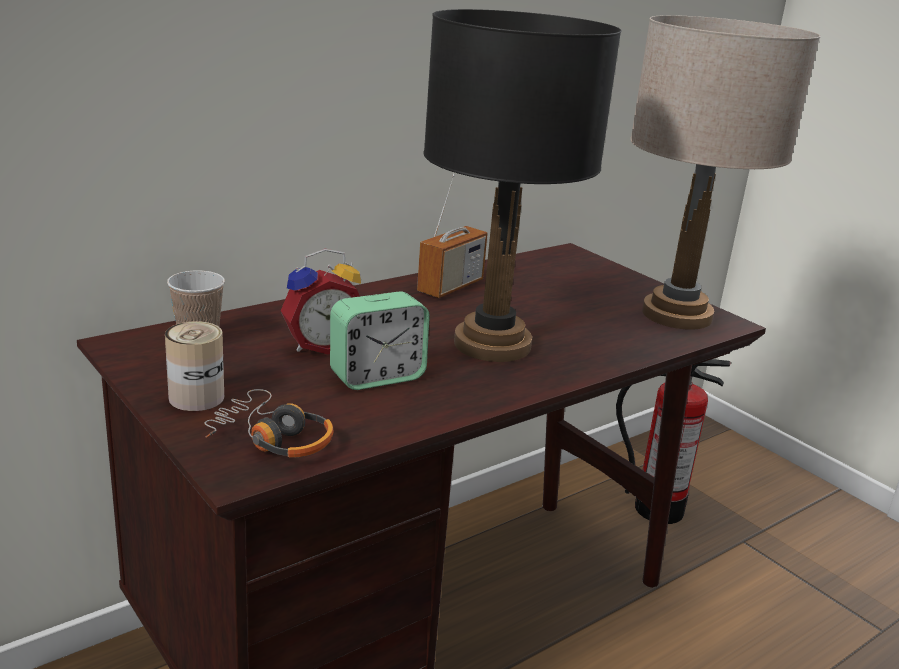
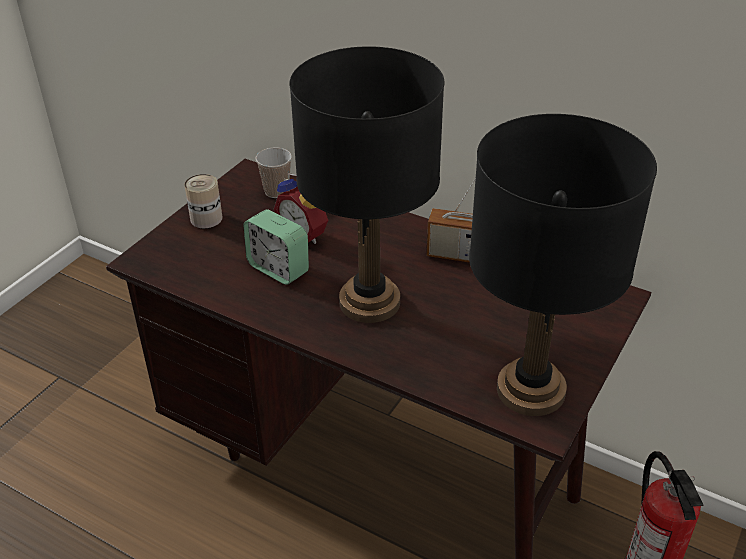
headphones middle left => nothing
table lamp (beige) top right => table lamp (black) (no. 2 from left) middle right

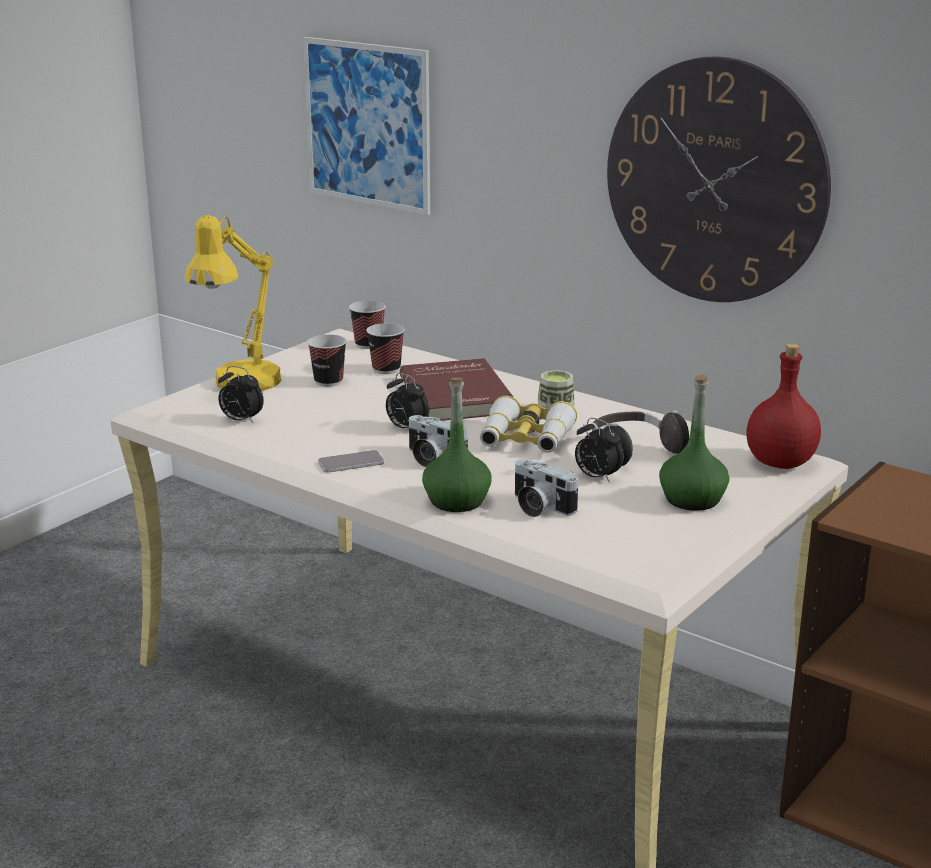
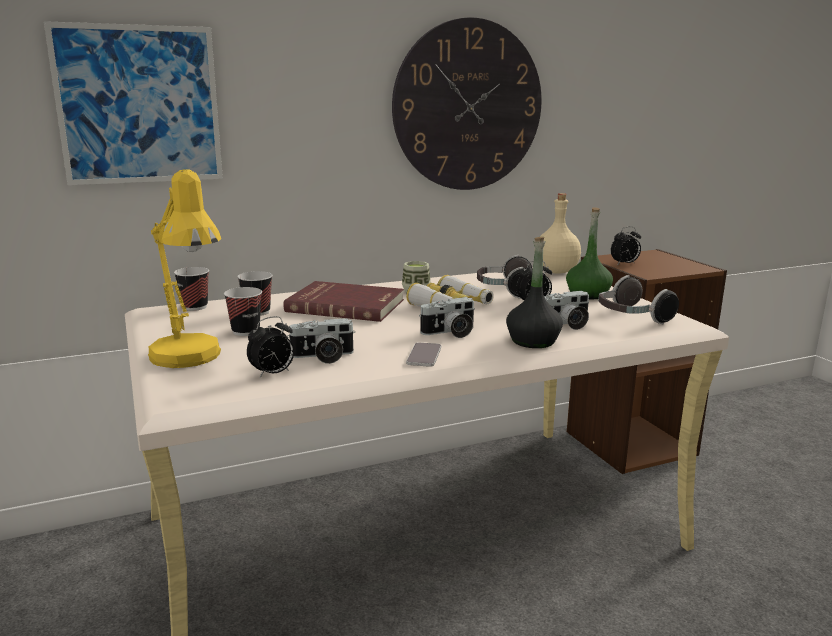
alarm clock (no. 2 from left in the first image) centre => alarm clock (no. 3 from left) middle right, relocated
bottle (green) (no. 1 from left) centre => bottle (black) centre
bottle (red) middle right => bottle (beige) middle right
nothing => photo camera (no. 1 from left) centre
nothing => headphones (no. 2 from left) middle right

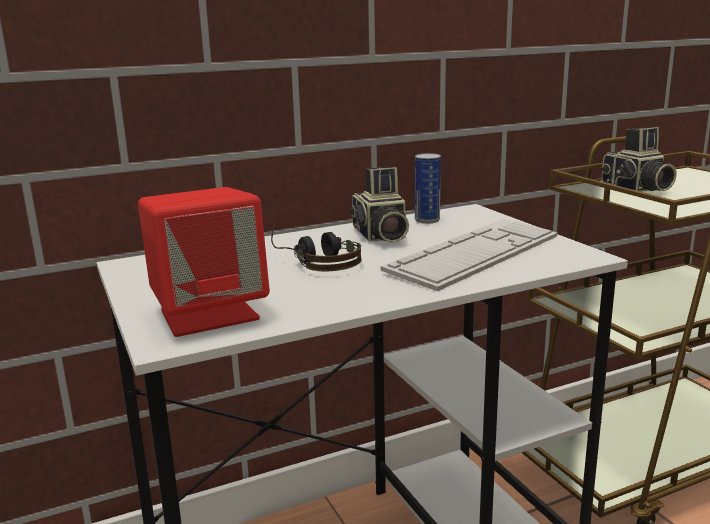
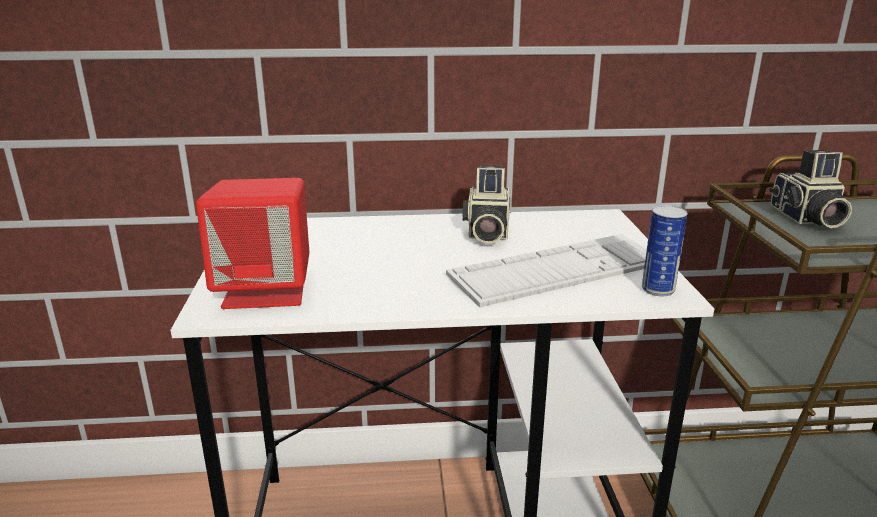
headphones centre => nothing
can centre => can middle right, relocated

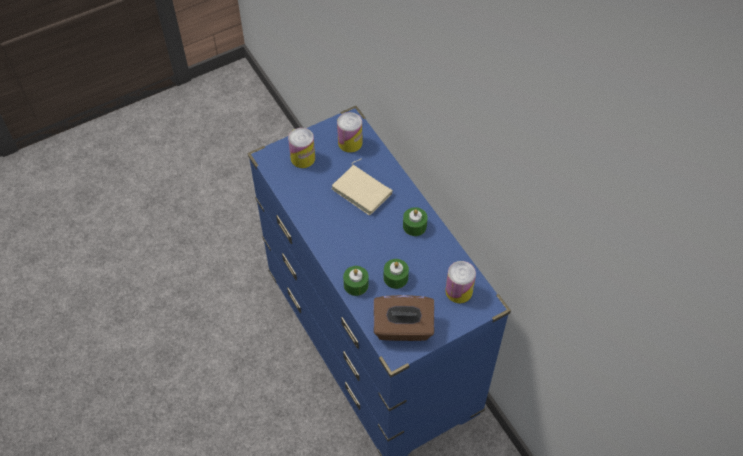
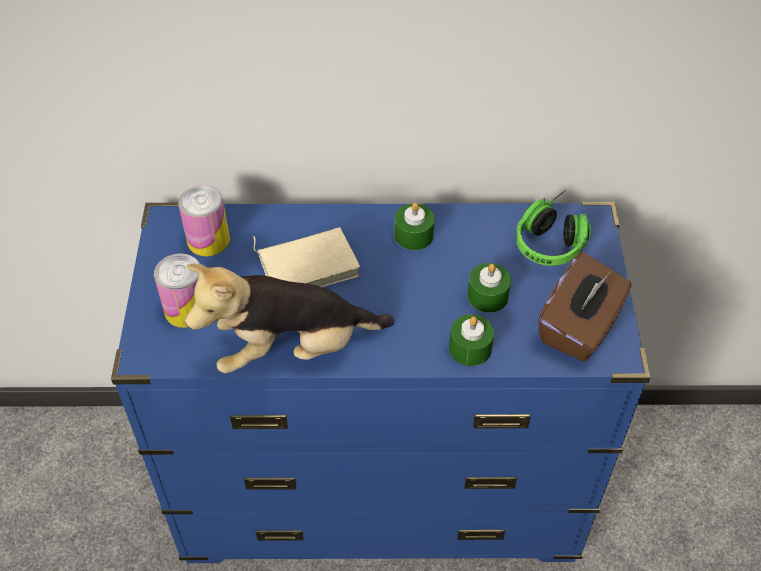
can (no. 3 from left) centre => headphones middle right
nothing => plush toy centre

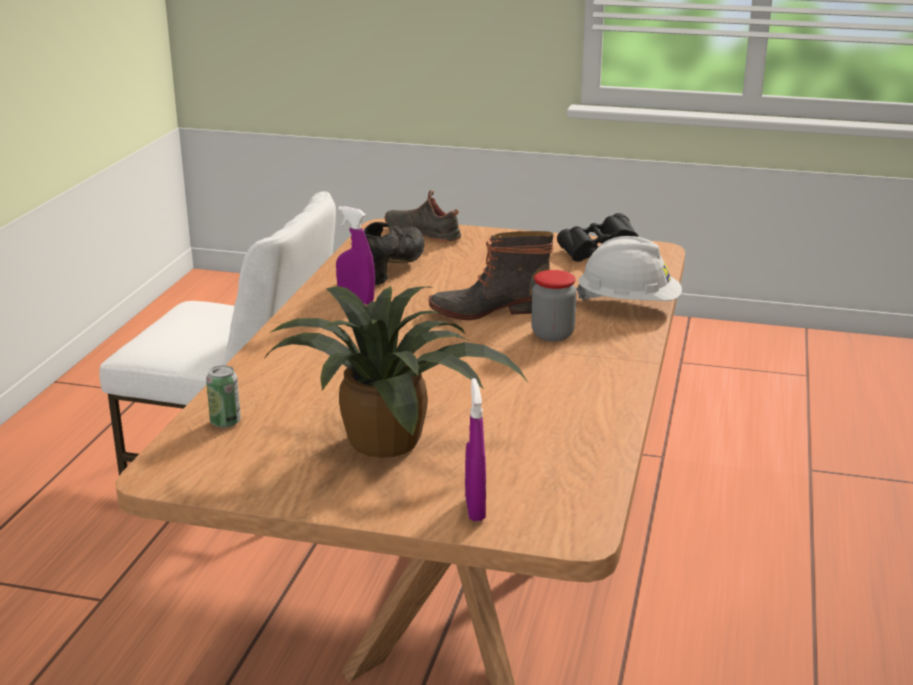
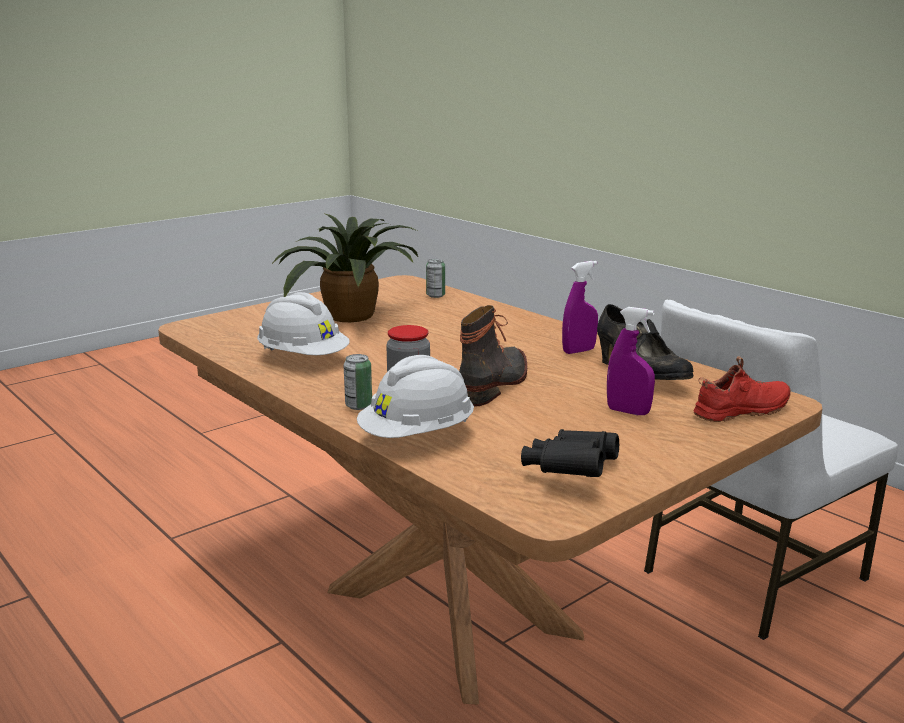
shoe (black) (no. 2 from left) top centre => shoe (red) middle right
spray bottle (purple) (no. 2 from left) centre => spray bottle (purple) (no. 2 from left) middle right, relocated
nothing => hard hat (white) (no. 1 from left) centre
nothing => can (no. 1 from left) centre

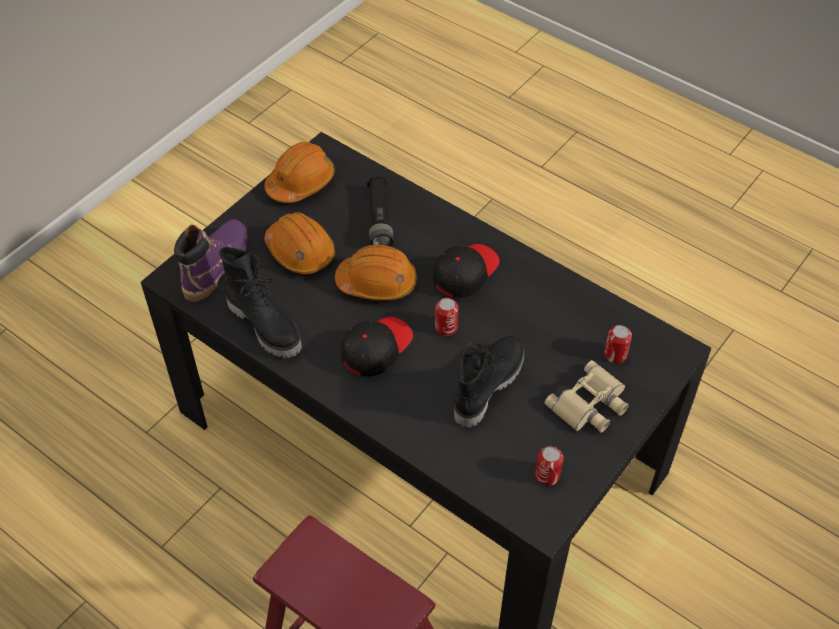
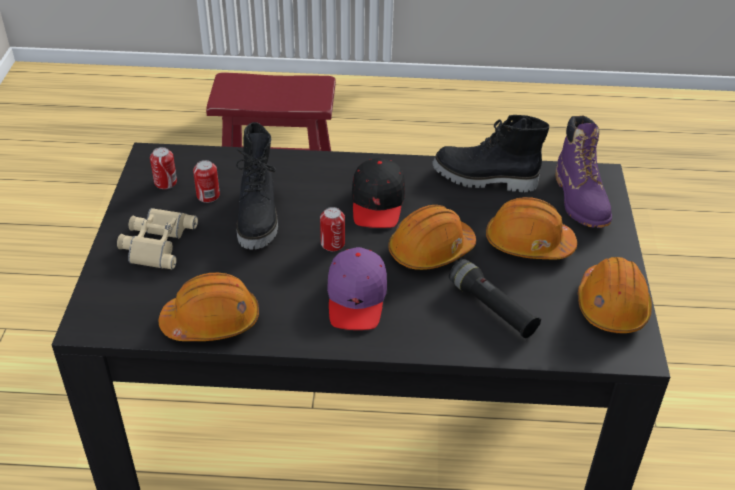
cap (black) (no. 2 from left) centre => cap (purple) centre
can (no. 3 from left in the first image) middle right => can (no. 2 from left) middle left, relocated
nothing => hard hat (orange) (no. 1 from left) middle left

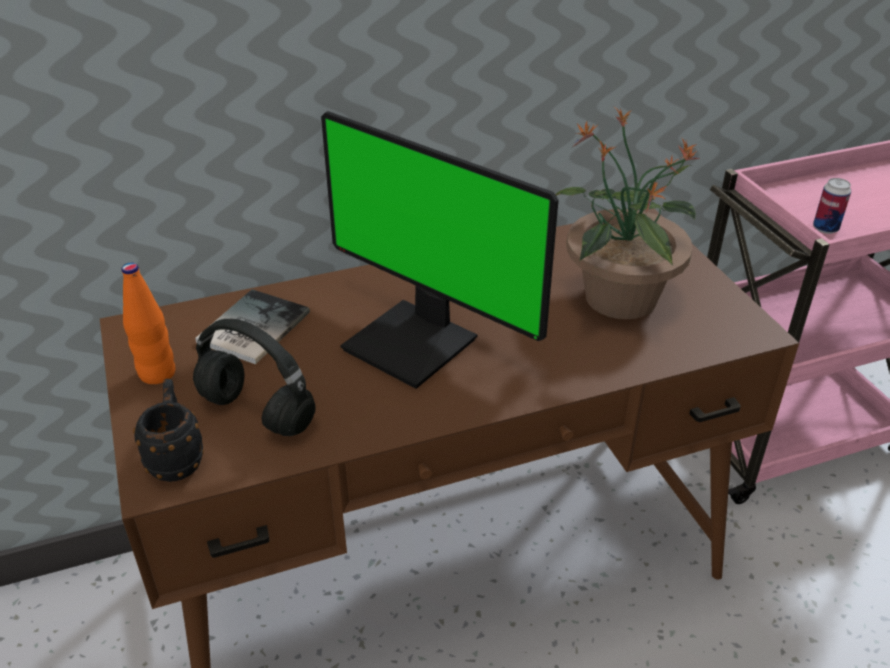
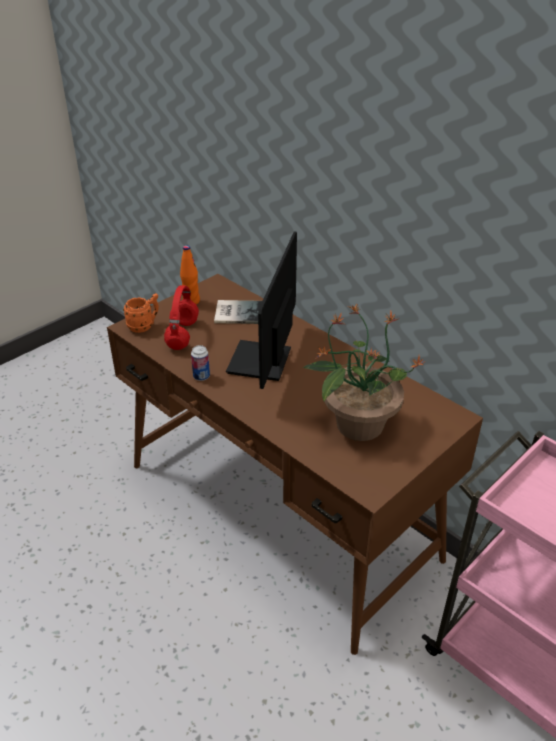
mug (black) middle left => mug (orange) middle left
headphones (black) middle left => headphones (red) middle left
can top right => can centre, relocated

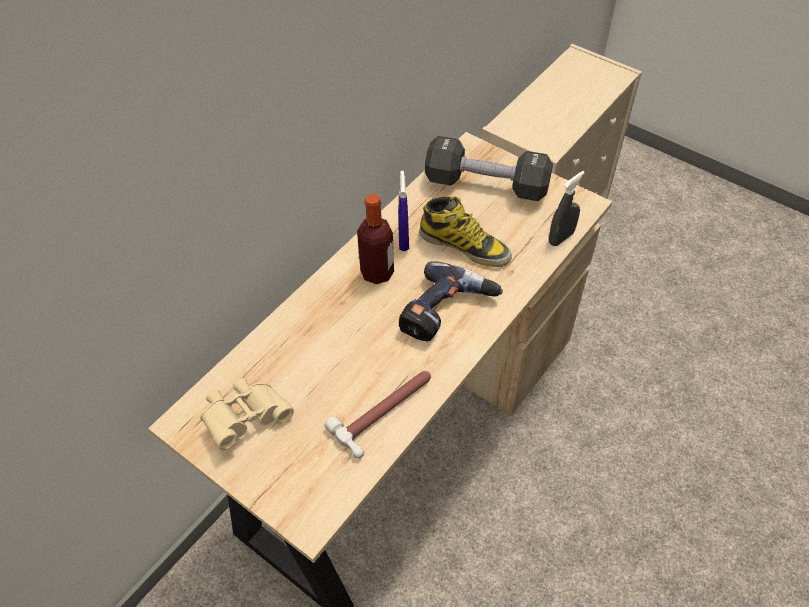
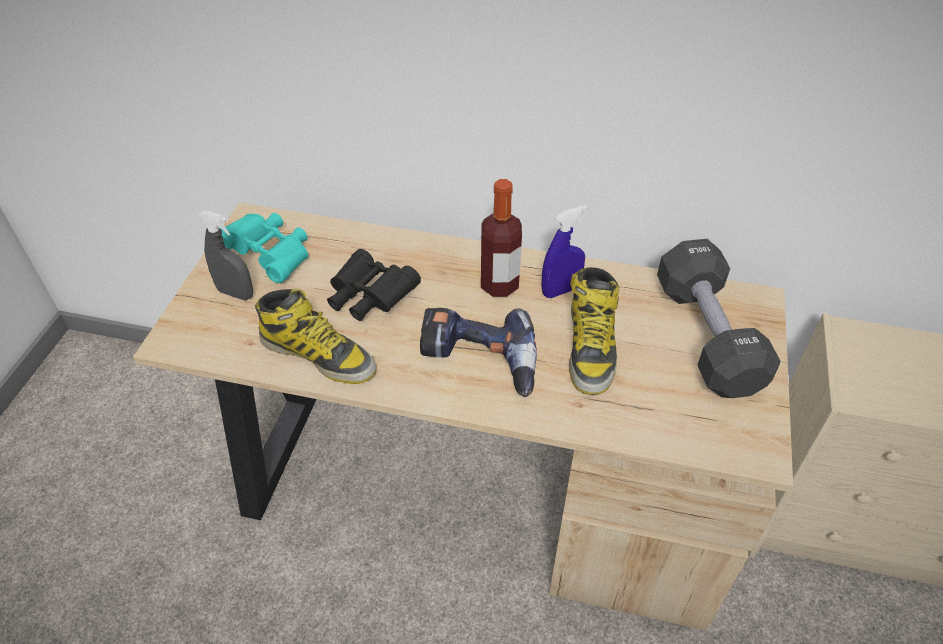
binoculars (beige) bottom left => binoculars (turquoise) middle left
hammer bottom centre => boot (no. 1 from left) centre
spray bottle (grey) middle right => spray bottle (grey) middle left, relocated
nothing => binoculars (black) centre

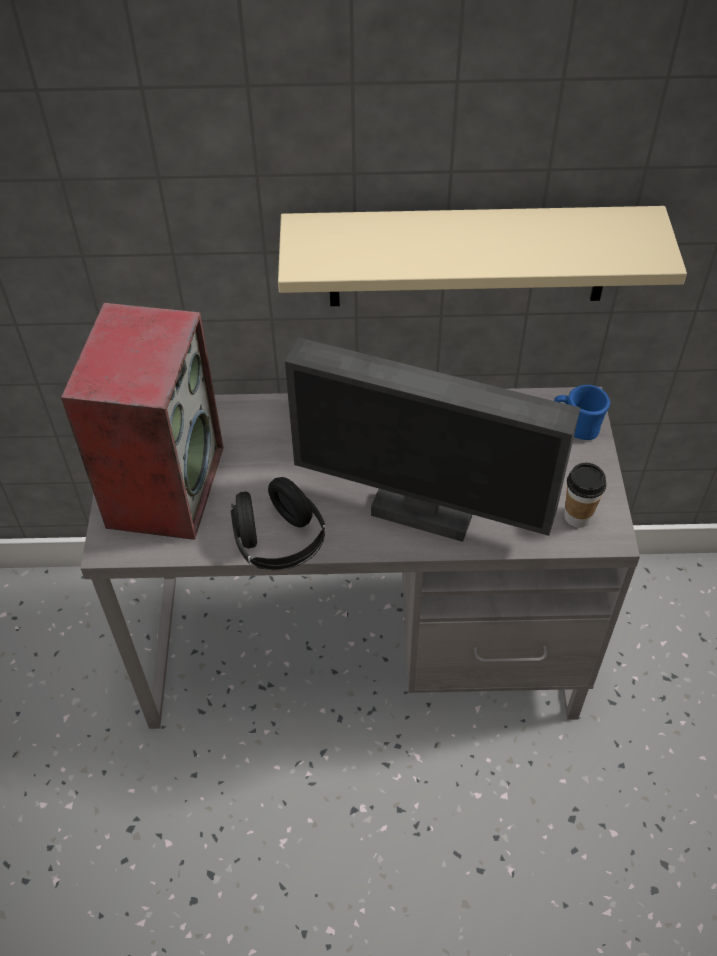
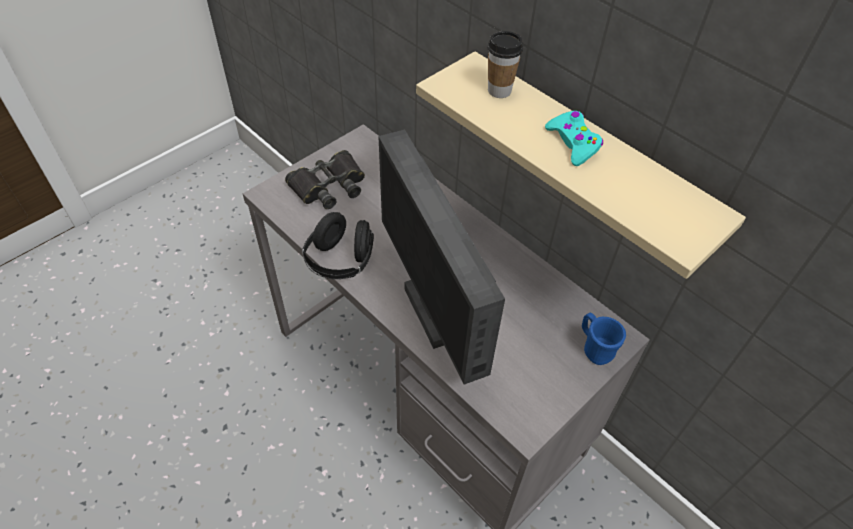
speaker middle left => binoculars (black) centre
cup middle right => cup top centre, relocated
nothing => game controller (turquoise) top right

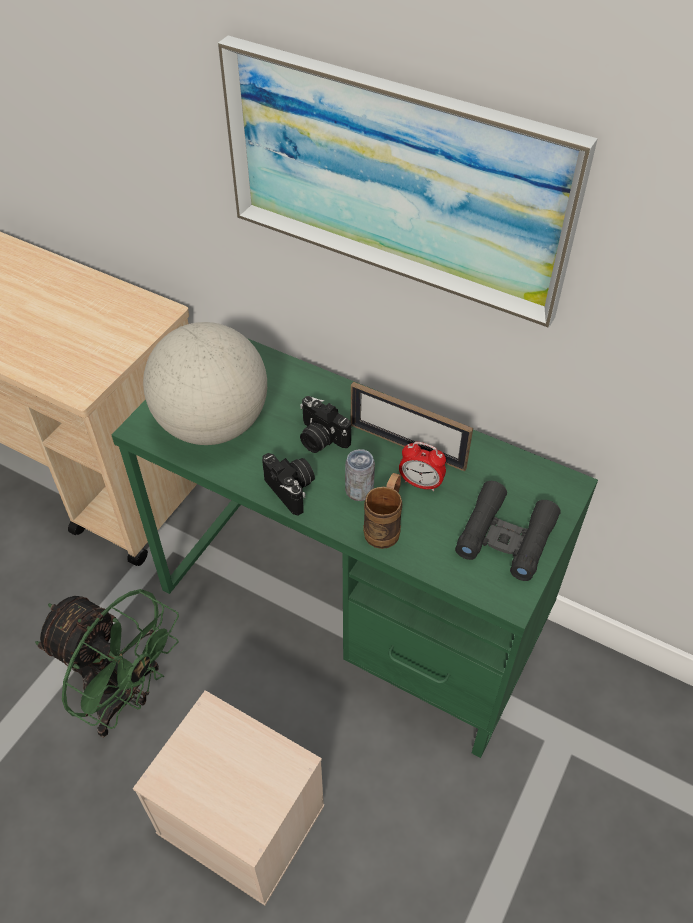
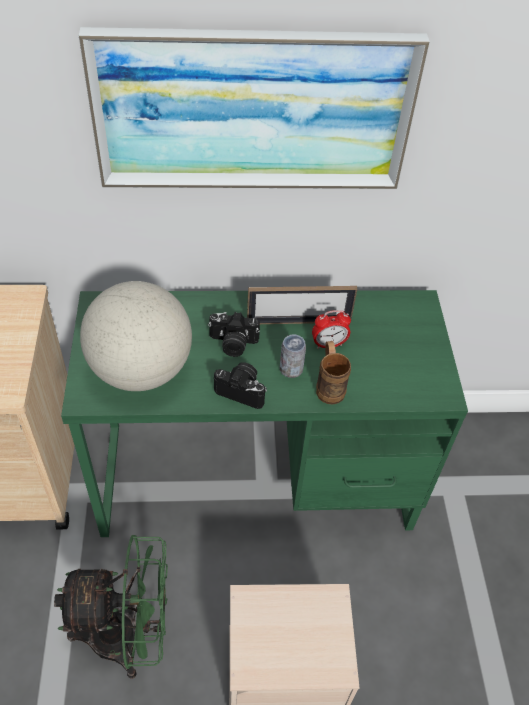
binoculars (black) middle right => nothing

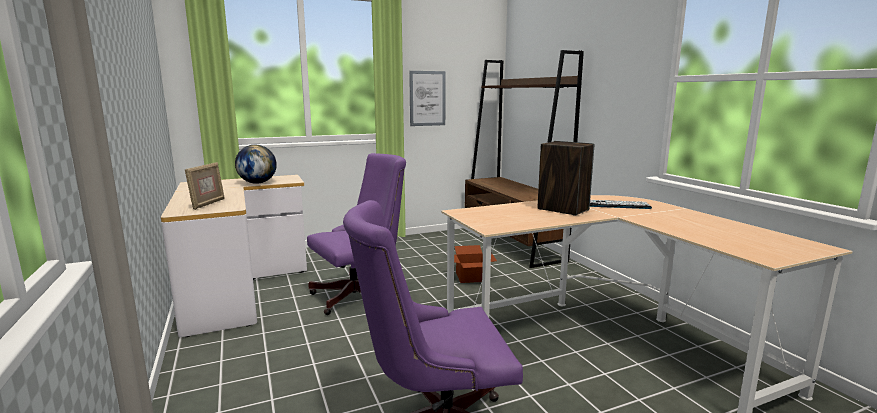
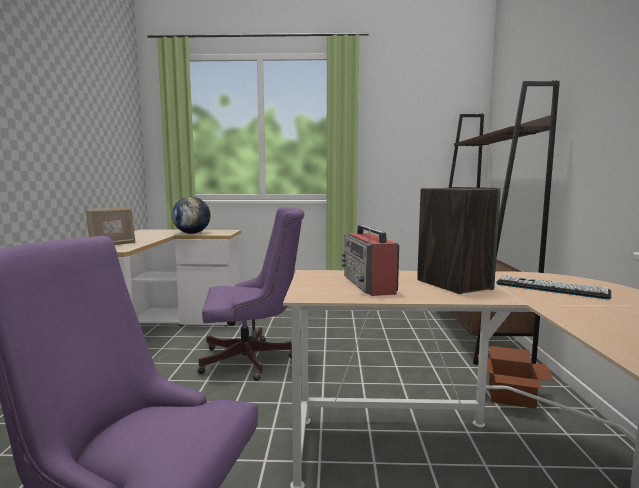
picture top centre => nothing
cardboard box centre => cardboard box bottom right, relocated
nothing => radio centre

